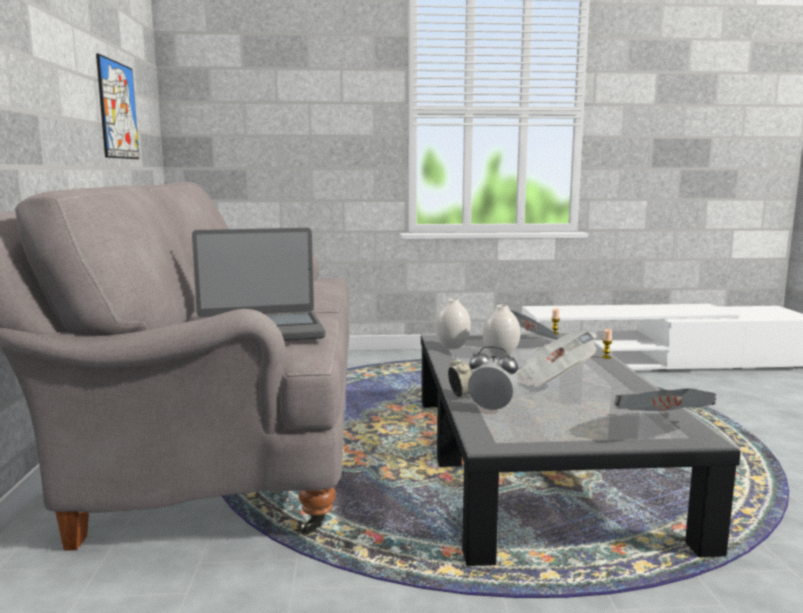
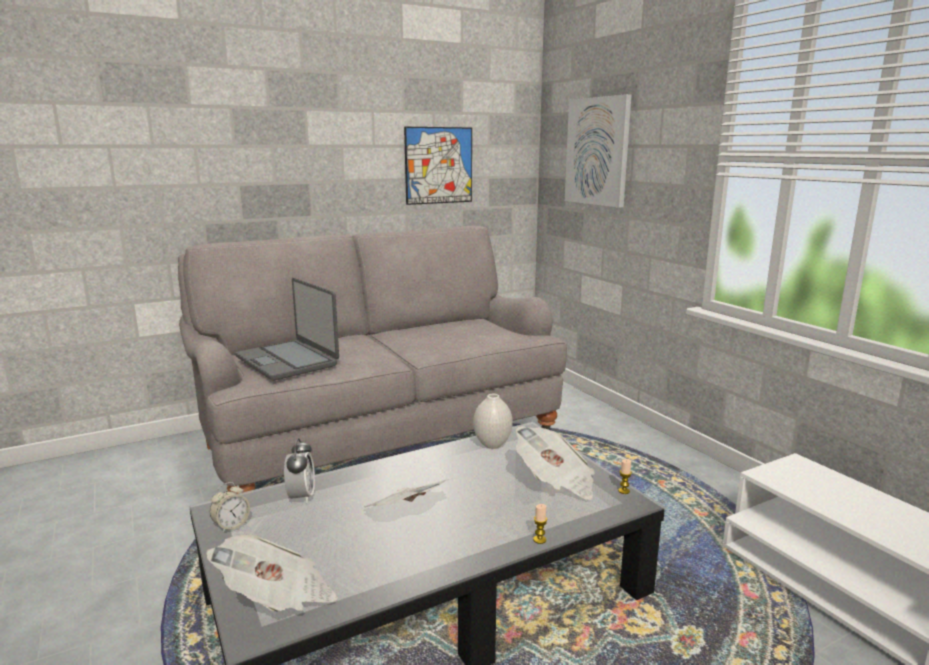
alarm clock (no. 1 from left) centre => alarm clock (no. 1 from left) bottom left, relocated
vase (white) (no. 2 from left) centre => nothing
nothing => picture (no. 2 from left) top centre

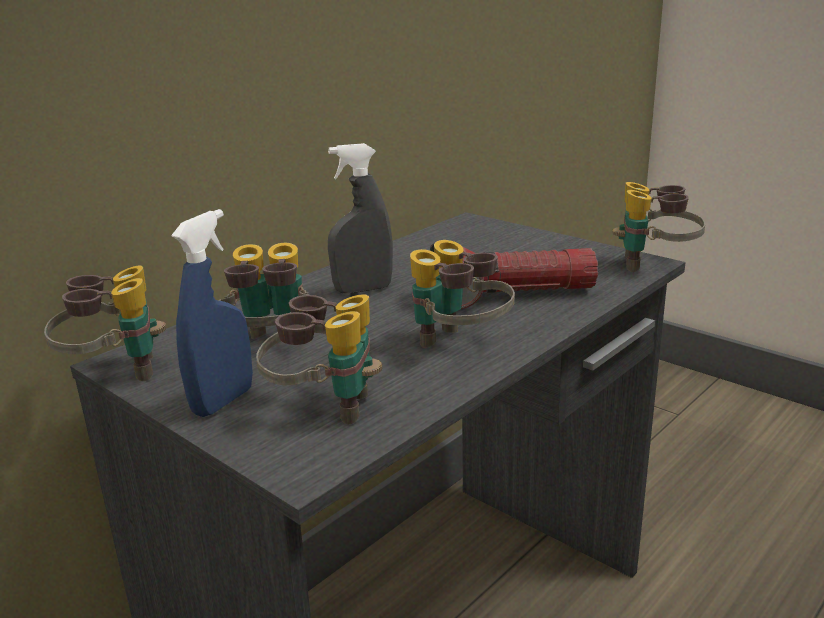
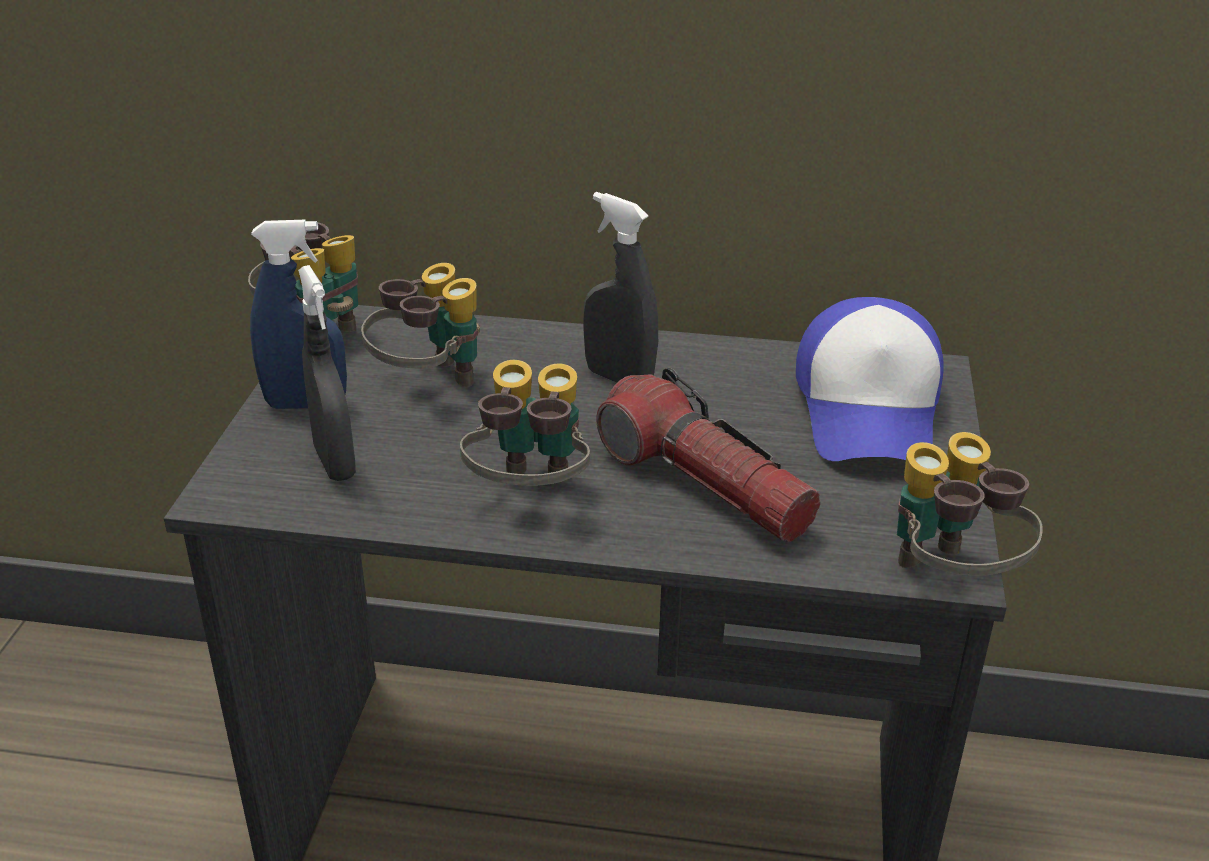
binoculars (no. 3 from left) centre => spray bottle (grey) (no. 1 from left) middle left
nothing => cap middle right

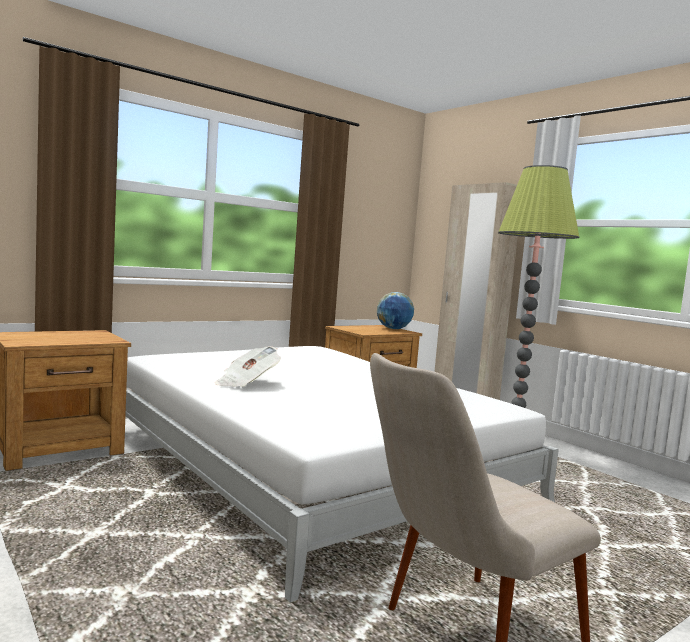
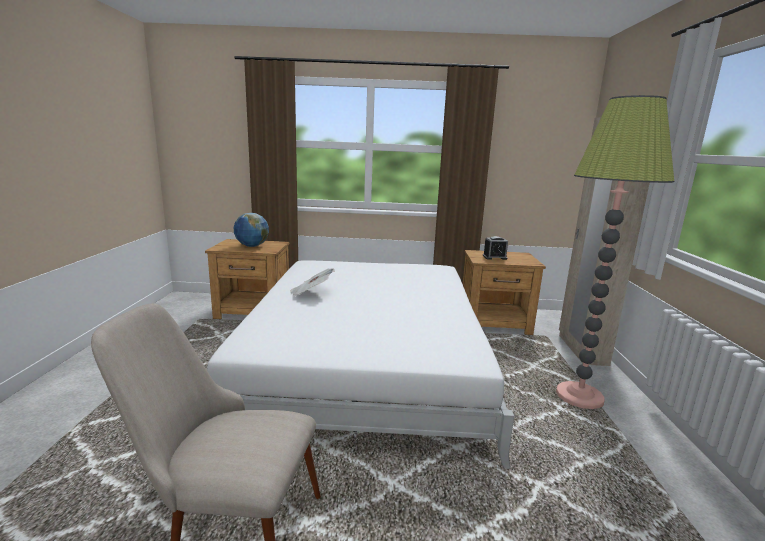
globe centre => globe middle left, relocated
nothing => alarm clock centre

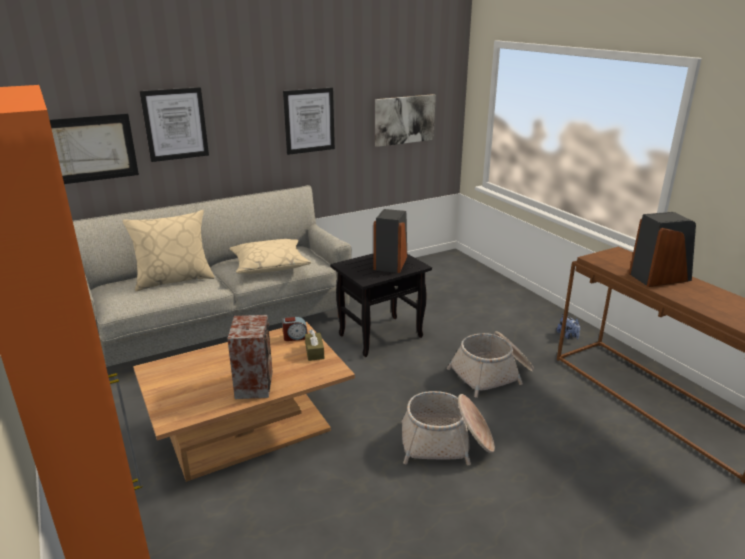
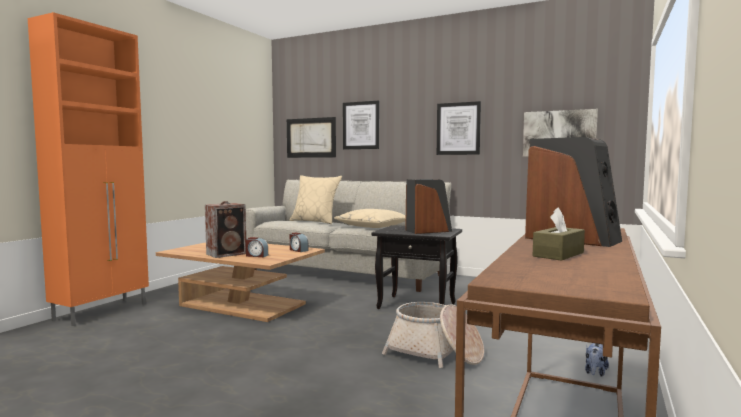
tissue box (brown) centre => tissue box (brown) middle right, relocated
basket (no. 1 from left) bottom centre => nothing
nothing => alarm clock (no. 1 from left) centre

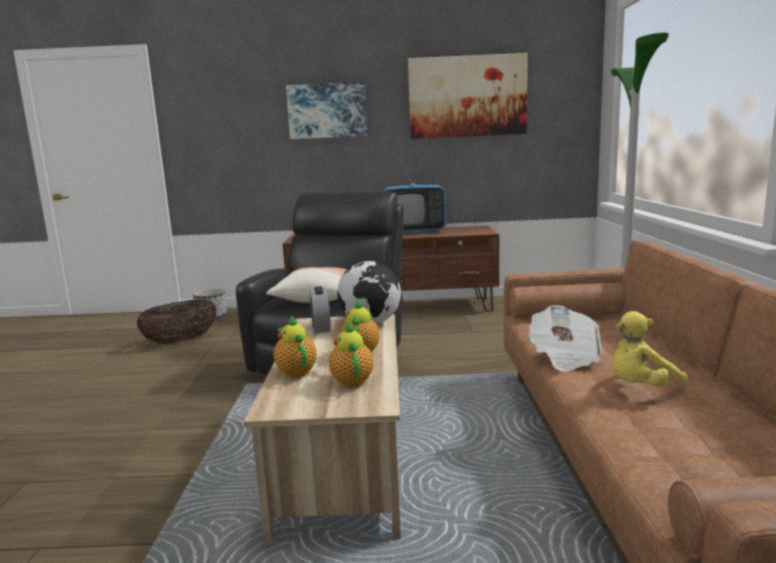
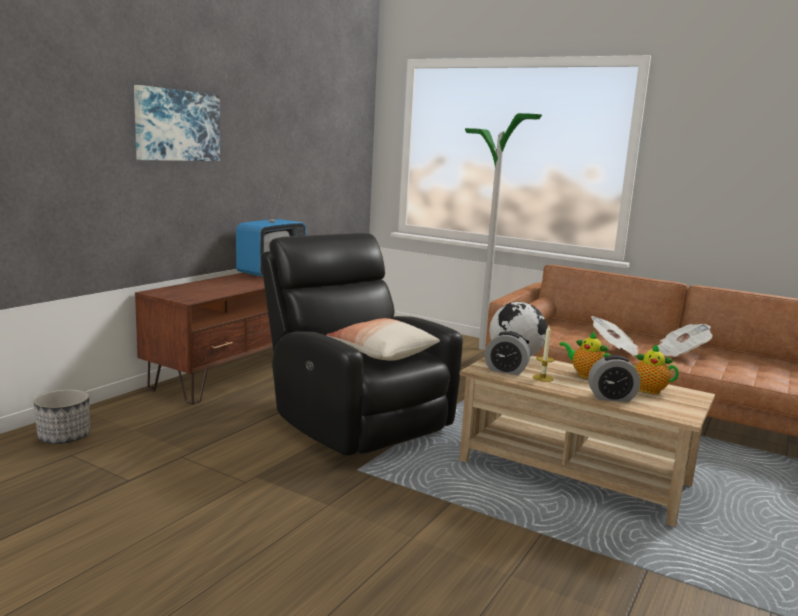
basket middle left => nothing
teapot (no. 1 from left) centre => alarm clock (no. 2 from left) middle right
picture (no. 2 from left) top centre => nothing
plush toy (yellow) middle right => newspaper (no. 2 from left) middle right
nothing => candle middle right

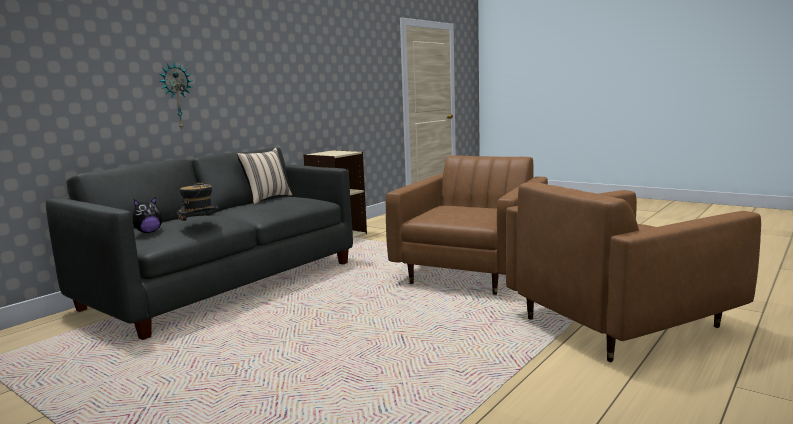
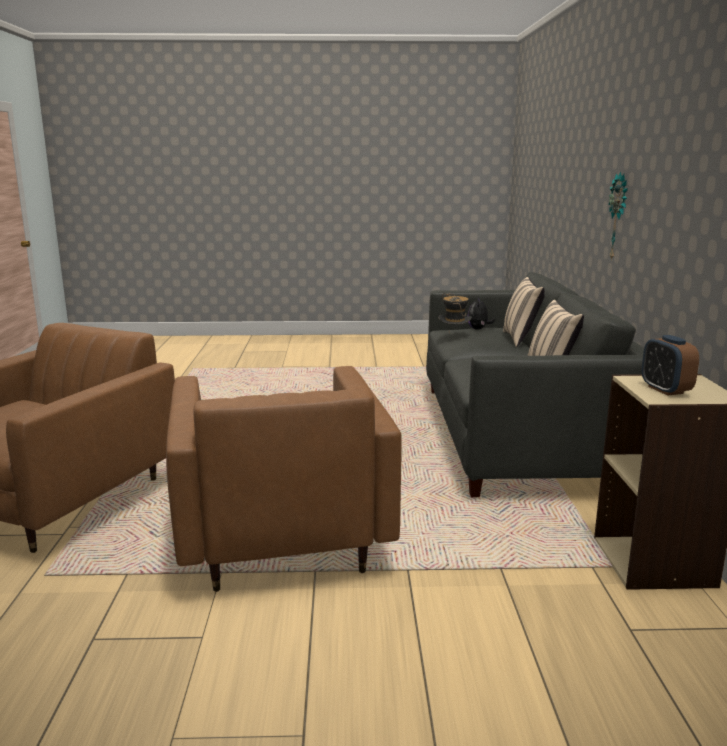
nothing => pillow (beige) (no. 1 from left) middle right
nothing => alarm clock middle right

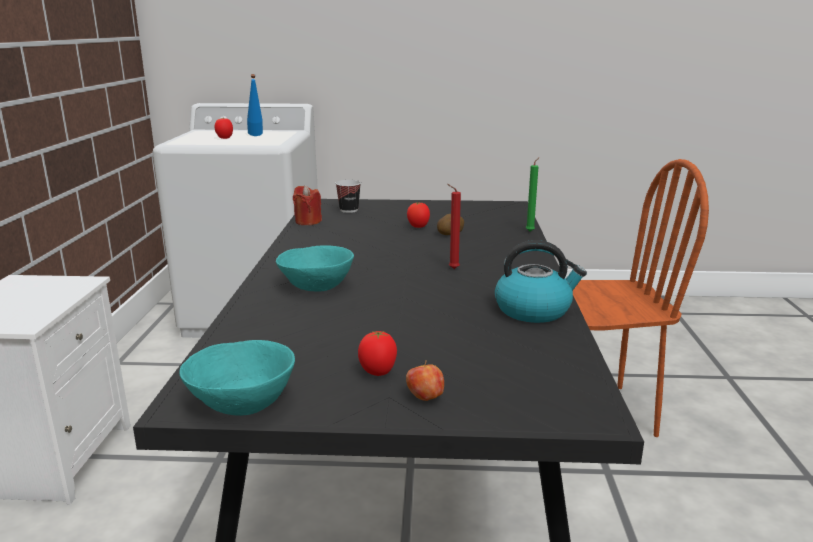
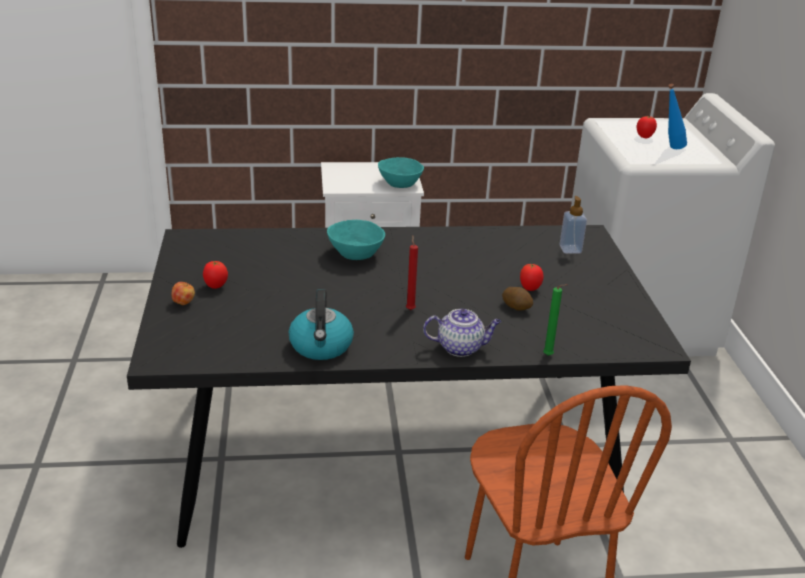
bowl (turquoise) (no. 1 from left in the first image) bottom left => bowl (turquoise) (no. 2 from left) top centre, relocated
candle (red) (no. 1 from left) centre => nothing
cup centre => soap dispenser middle right
nothing => teapot centre

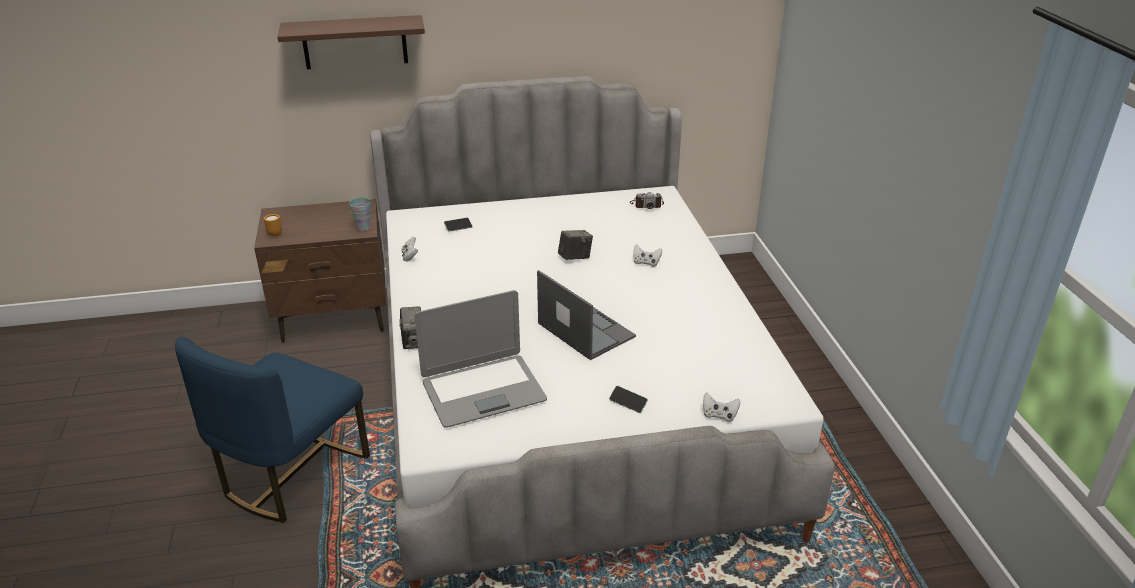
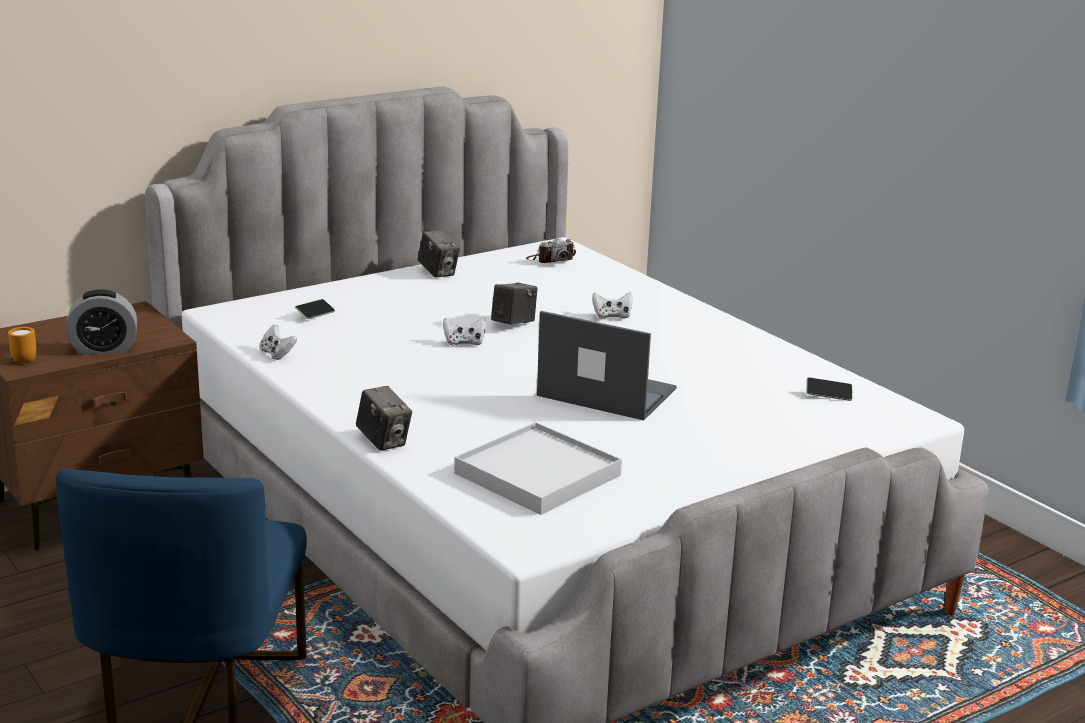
shelf (brown) top left => nothing
cup middle left => nothing
laptop (no. 1 from left) centre => tray (white) centre
phone (no. 2 from left) bottom centre => phone (no. 2 from left) middle right, relocated
game controller (white) (no. 3 from left in the first image) bottom centre => game controller (white) (no. 2 from left) centre, relocated
nothing => alarm clock middle left
nothing => photo camera (no. 2 from left) centre

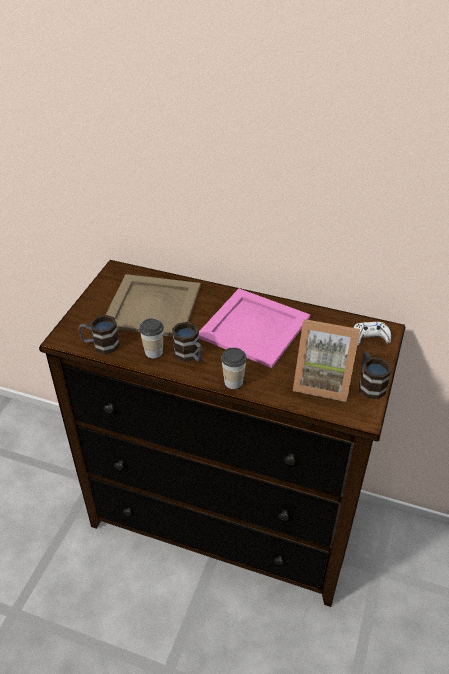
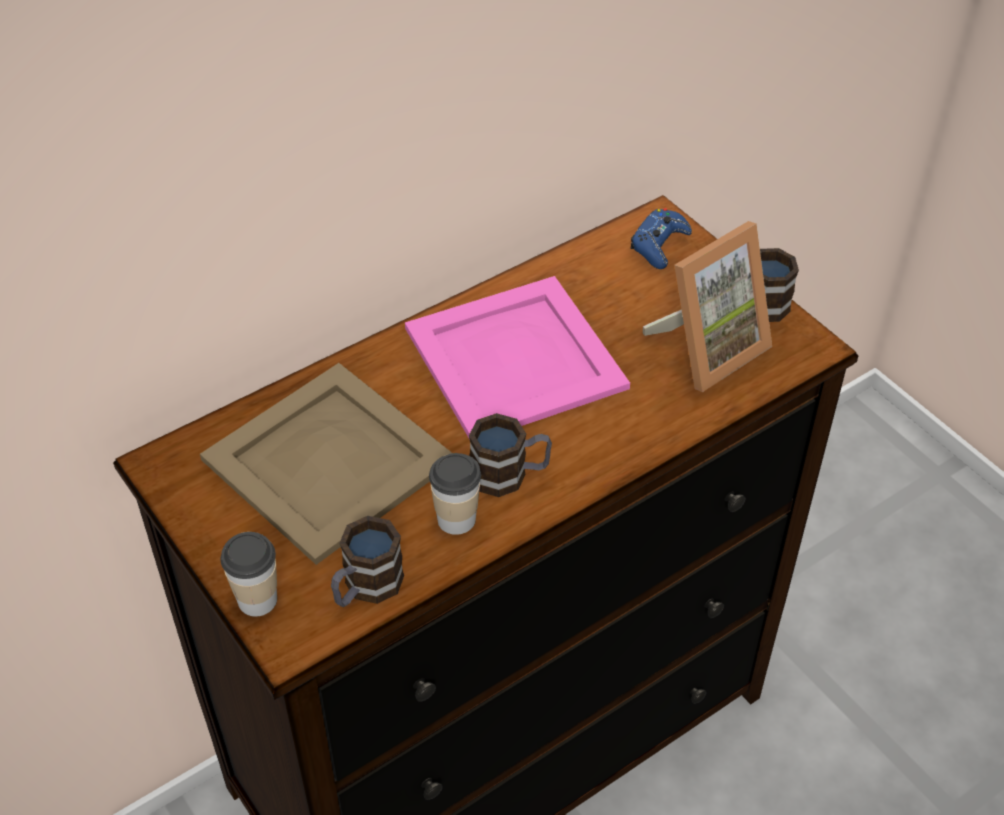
cup (no. 2 from left in the first image) centre => cup (no. 1 from left) bottom left, relocated
game controller (white) middle right => game controller (blue) top centre

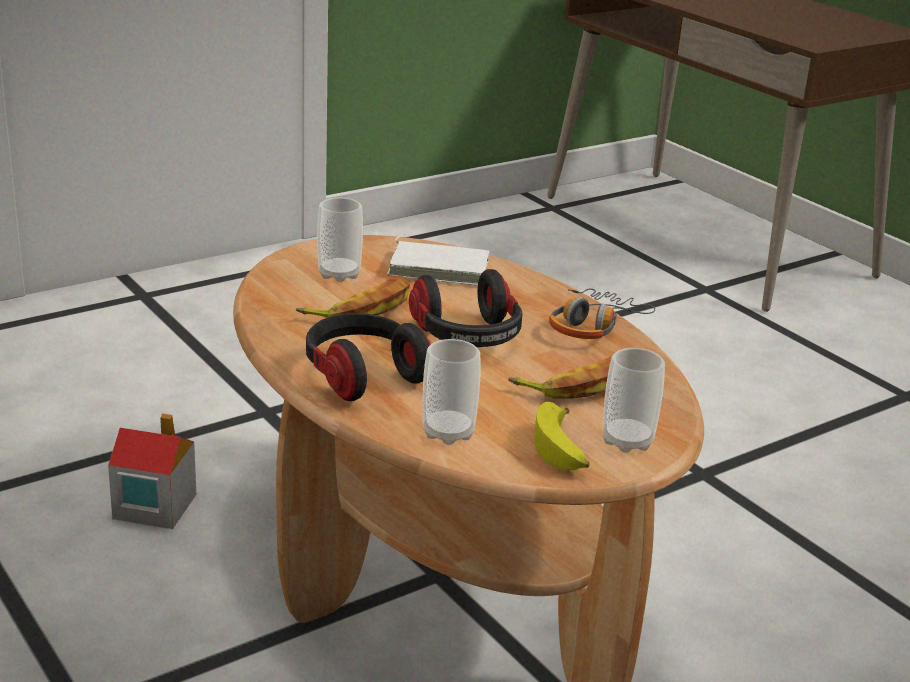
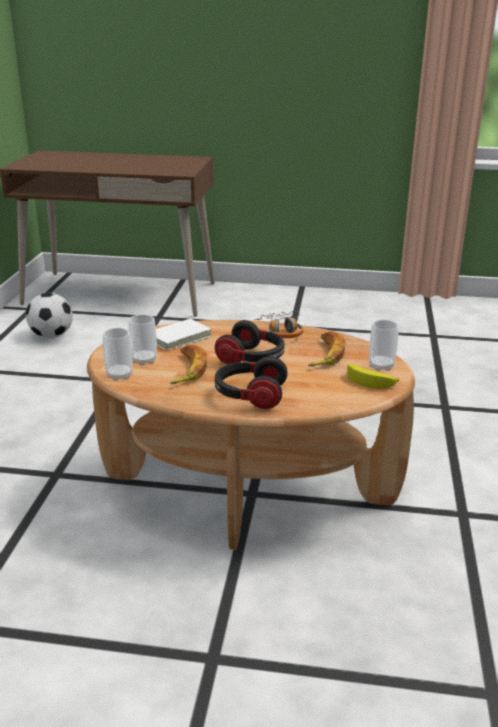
toy house bottom left => nothing
cup (no. 2 from left in the first image) centre => cup (no. 1 from left) middle left, relocated
nothing => football middle left

